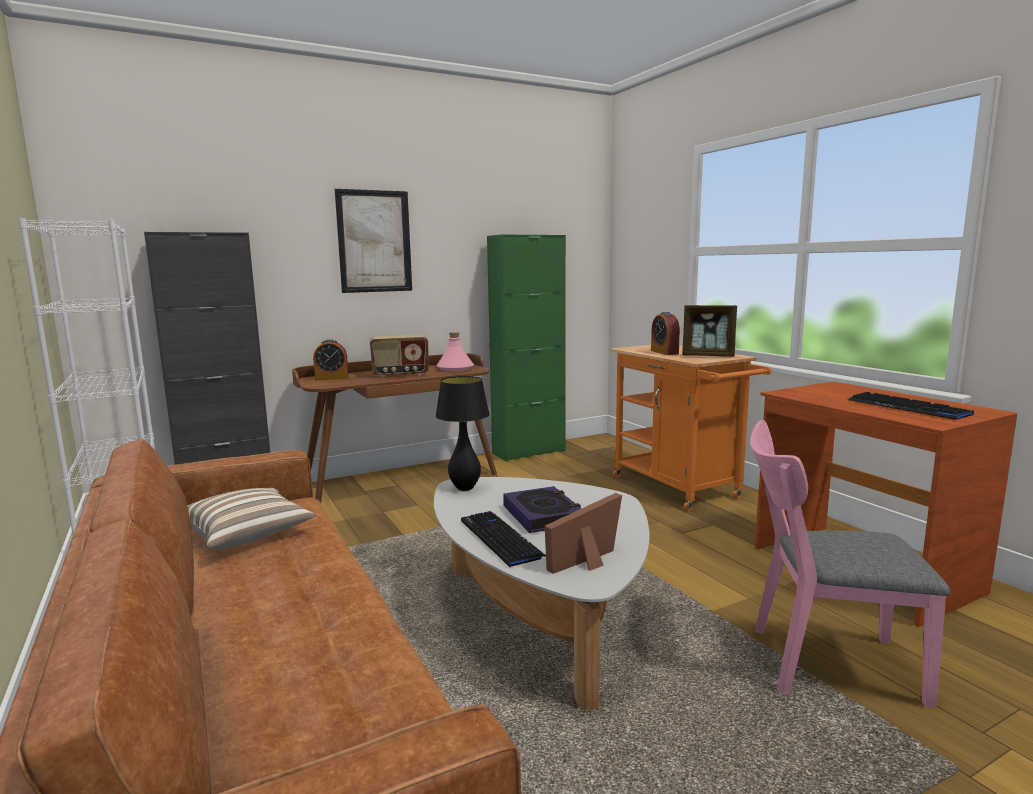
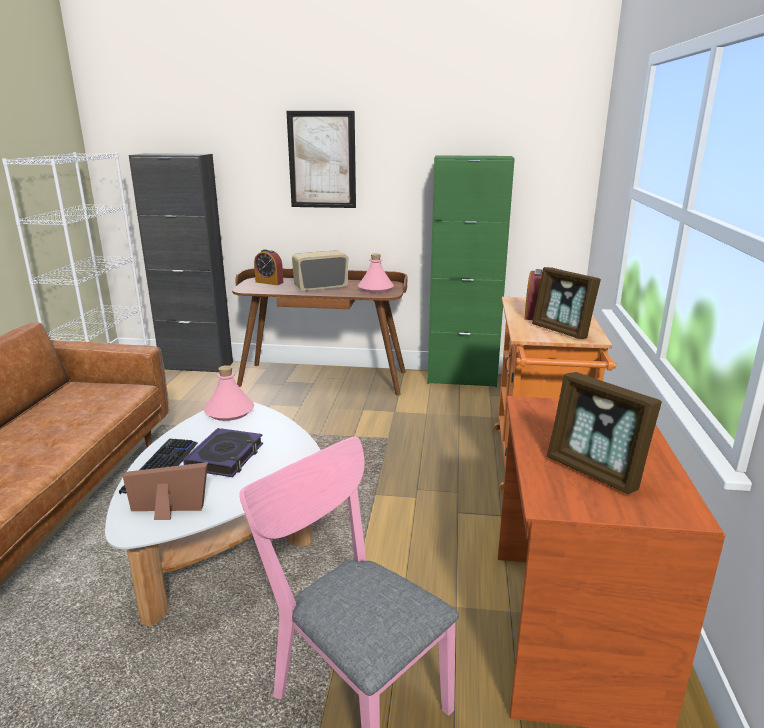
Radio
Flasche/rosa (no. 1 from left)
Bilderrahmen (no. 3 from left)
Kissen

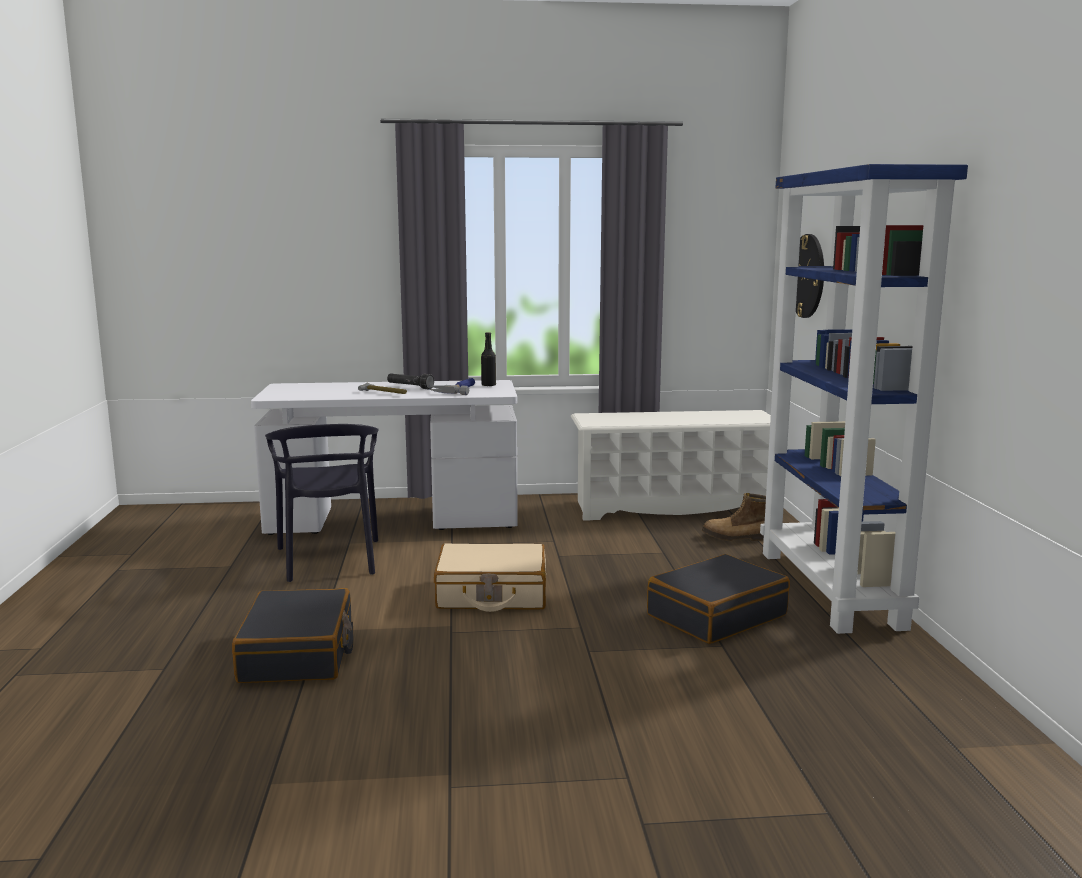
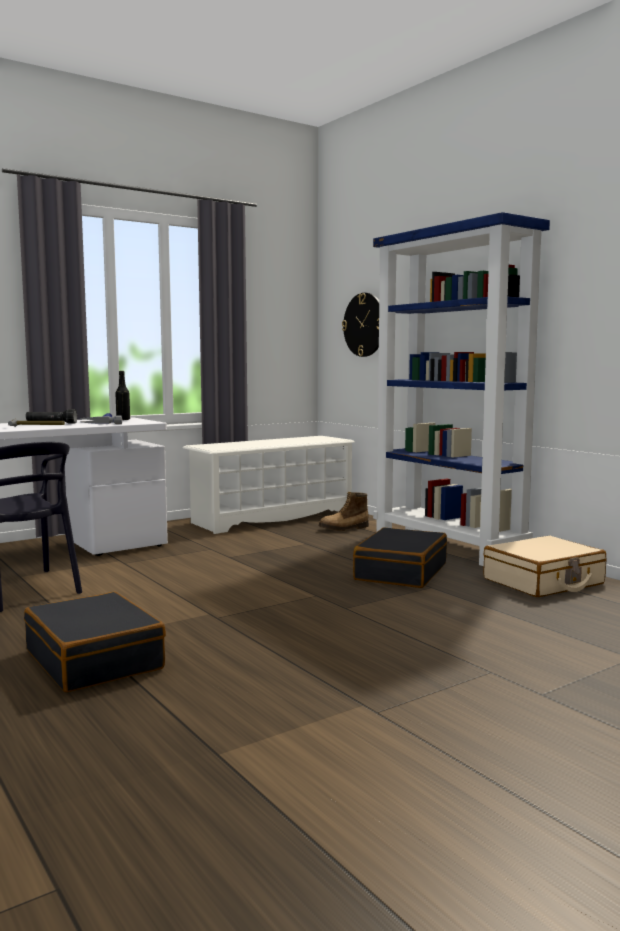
Koffer/beige

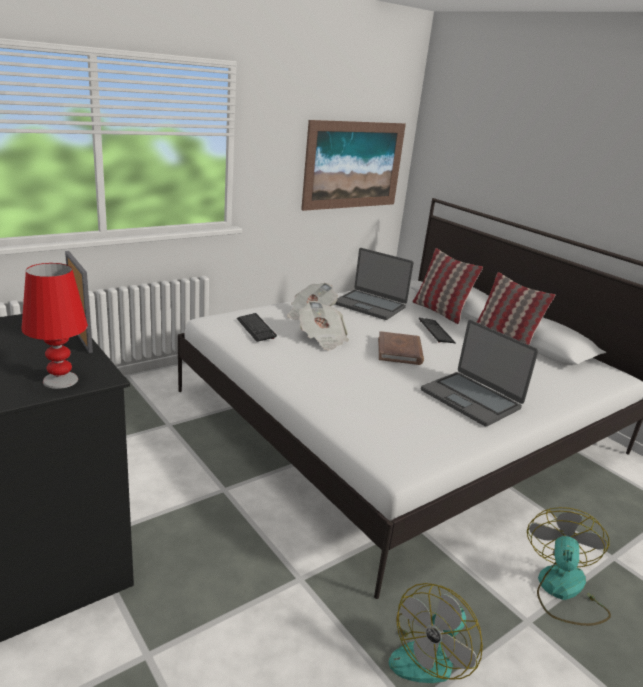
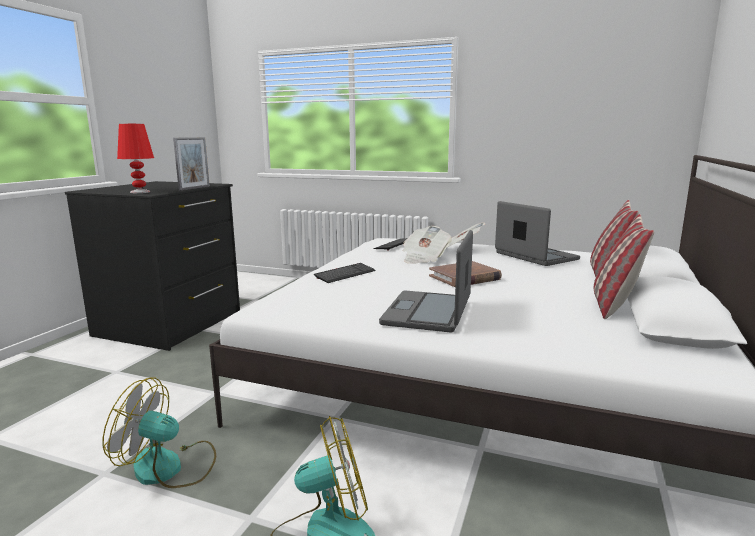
Bild
Laptop (no. 2 from left)
Tastatur (no. 1 from left)

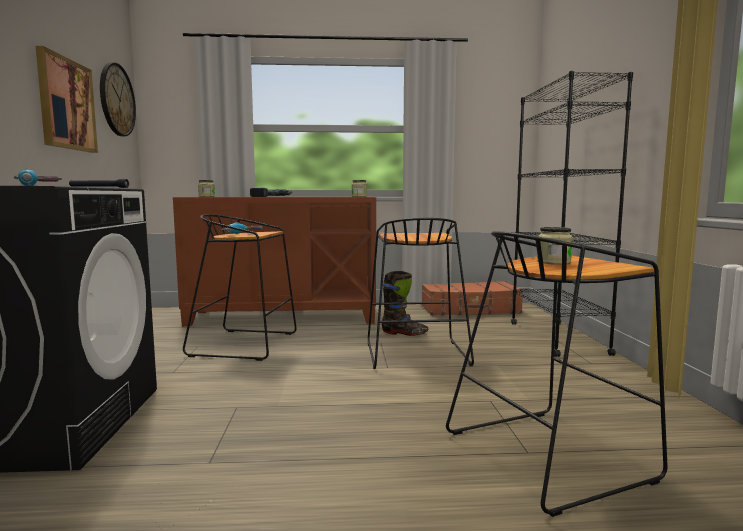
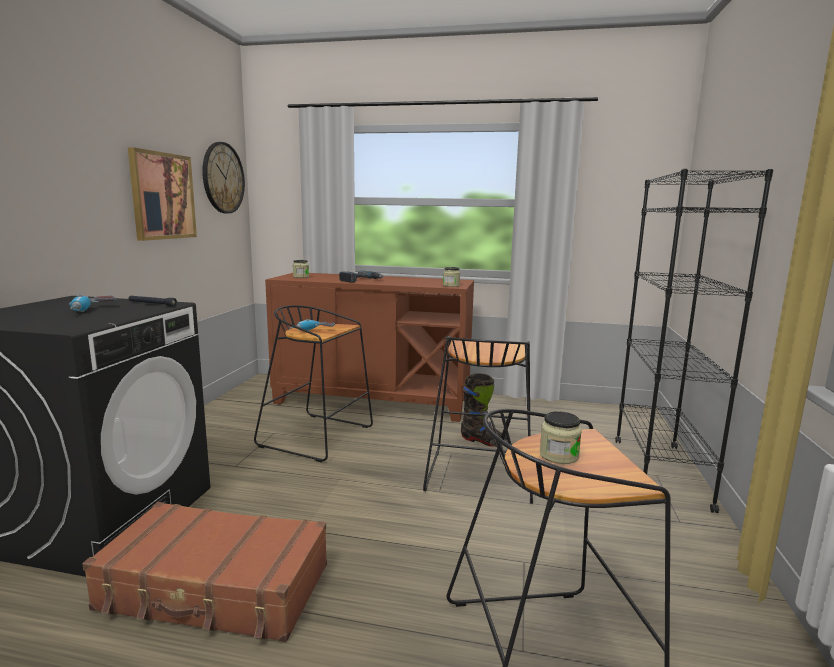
Koffer/braun

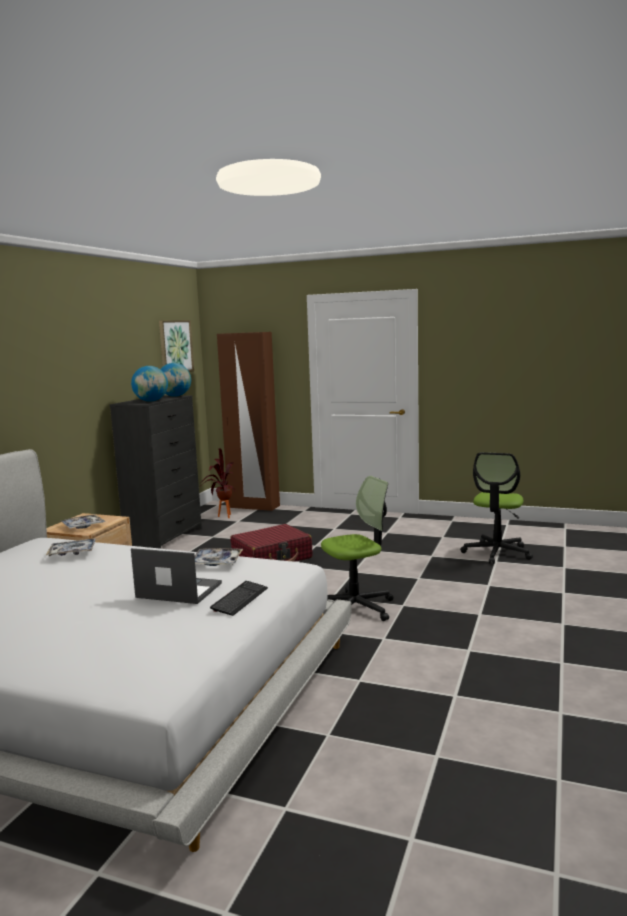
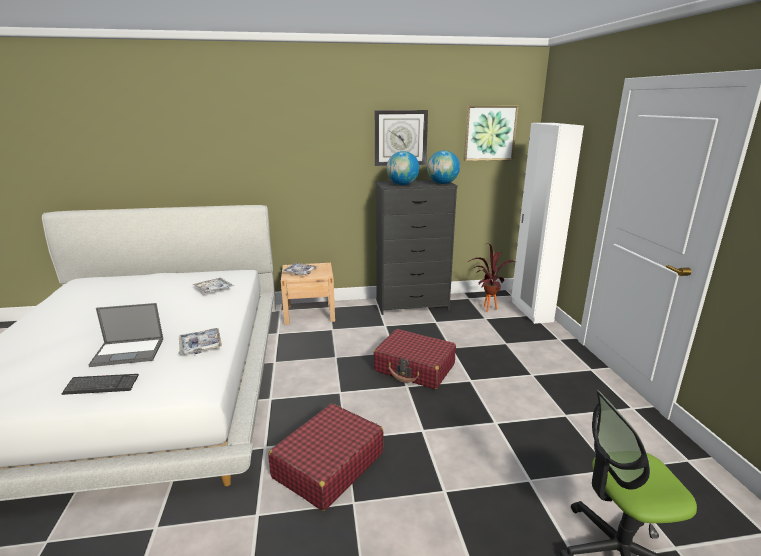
Kleiderschrank/weiß
Koffer/rot (no. 1 from left)
Laptop
Wanduhr

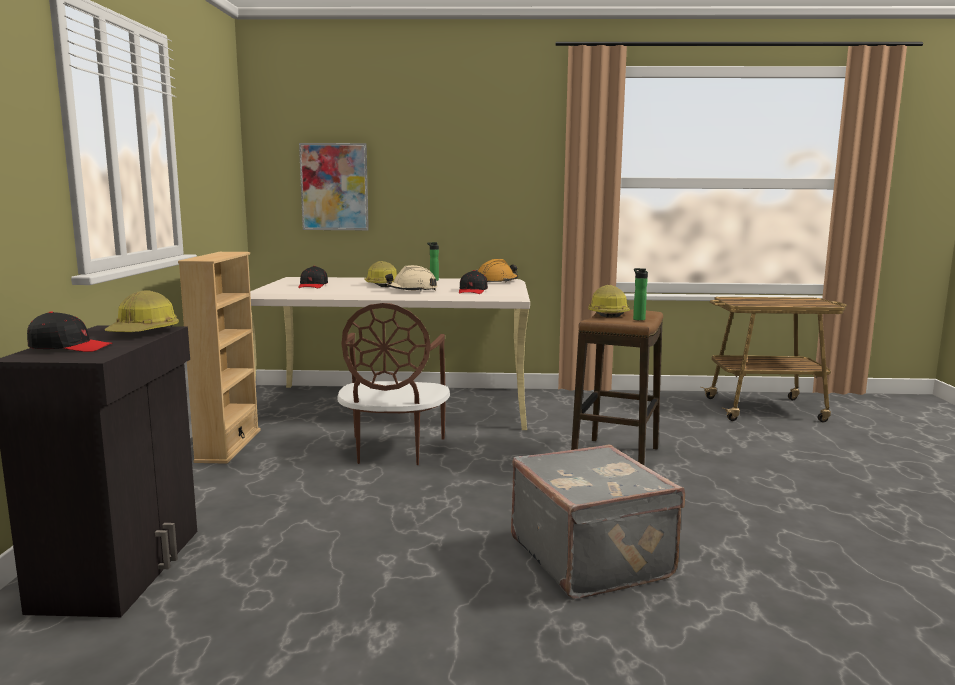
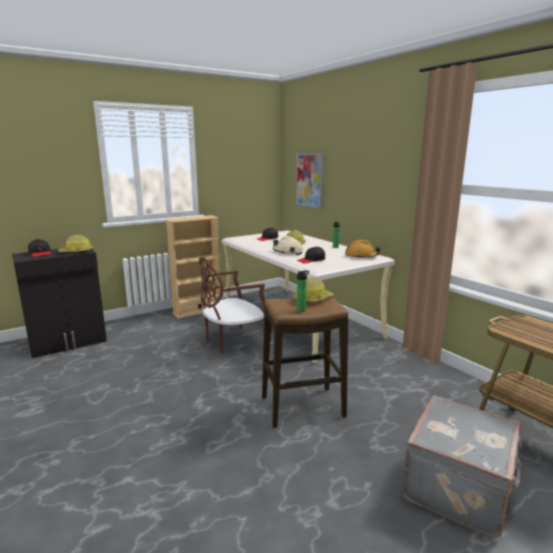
Koffer/grau

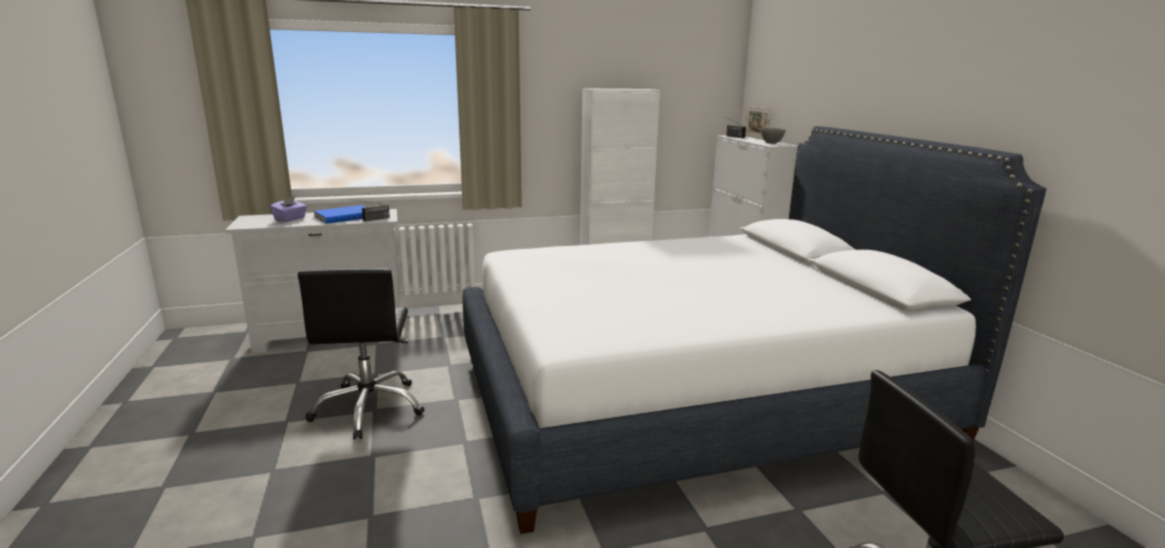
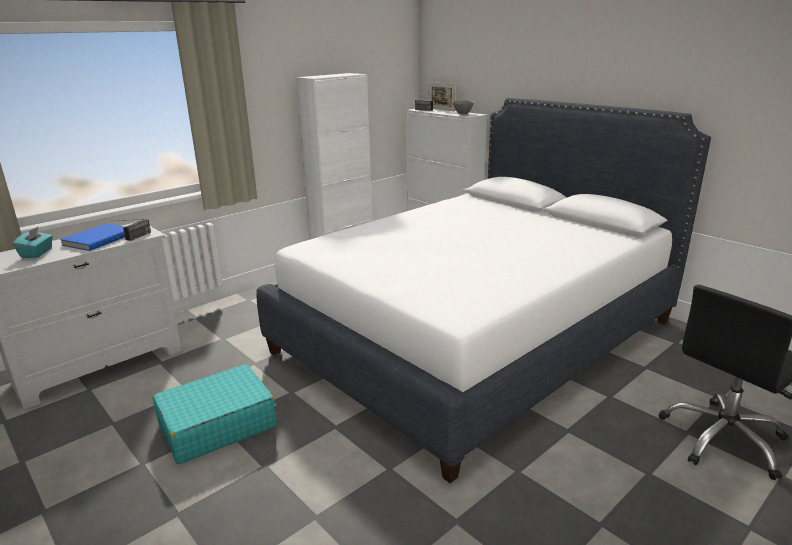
Taschentuchbox/türkis
Koffer/türkis

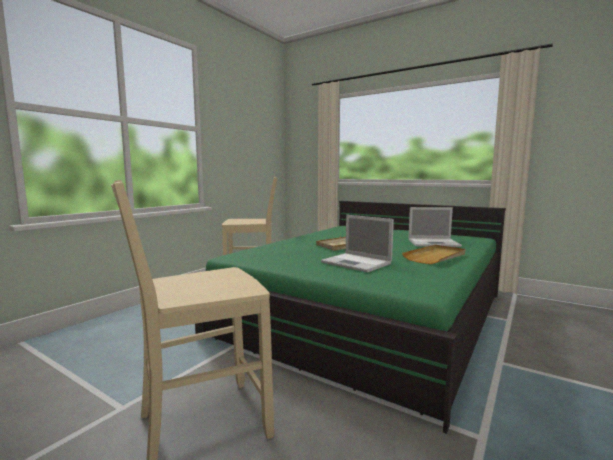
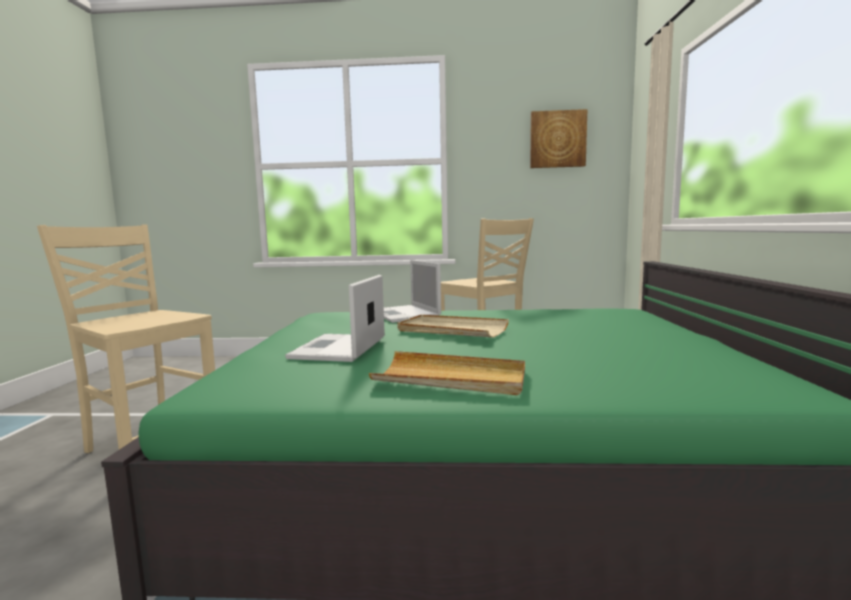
Laptop (no. 2 from left)
Bild

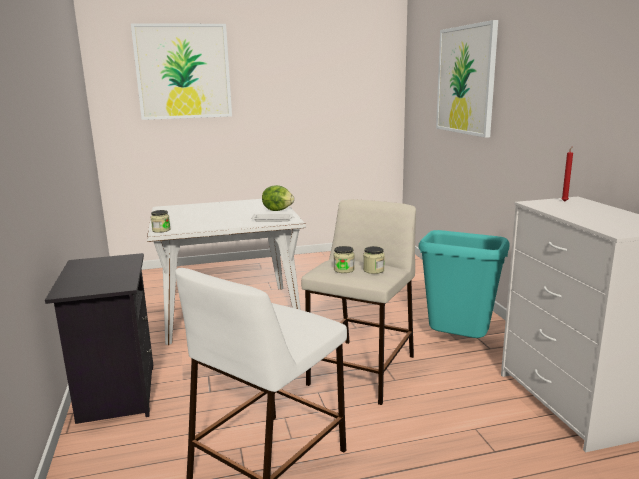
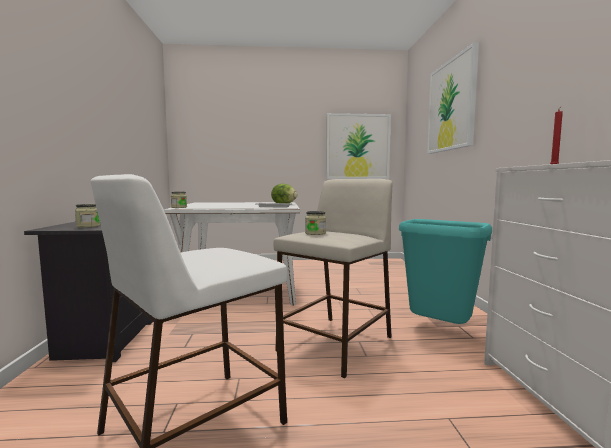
Bild (no. 1 from left)
Vorratsglas (no. 1 from left)

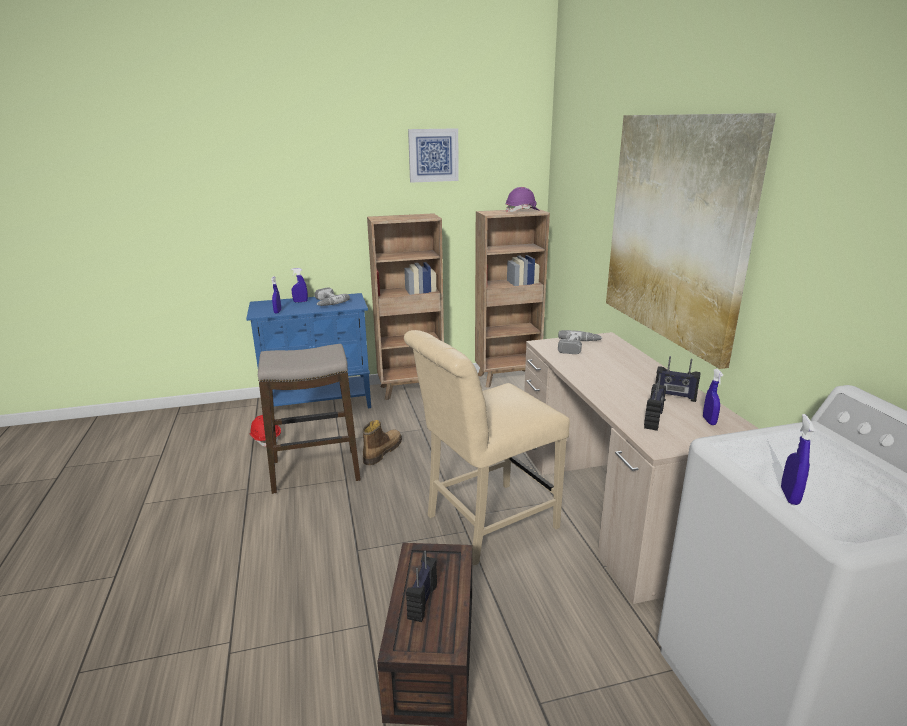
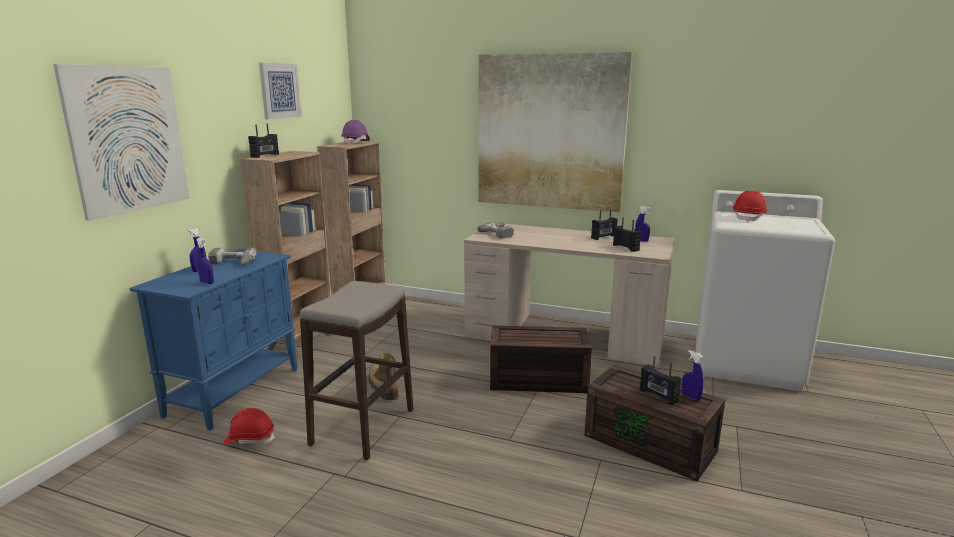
Aufbewahrungsbox/braun (no. 1 from left)
Sprühflasche/blau (no. 4 from left)
Bild (no. 1 from left)
Radio (no. 1 from left)
Schutzhelm/rot (no. 2 from left)

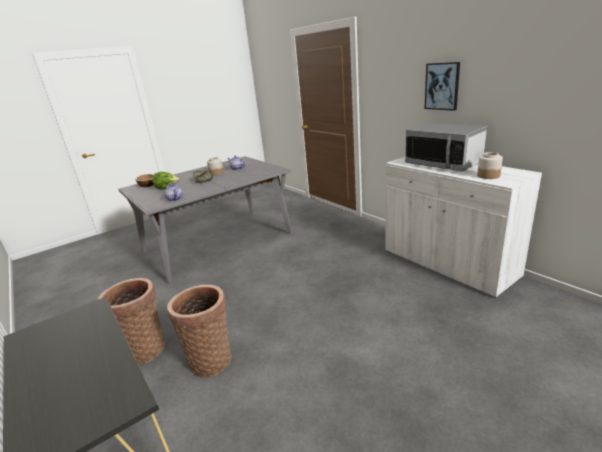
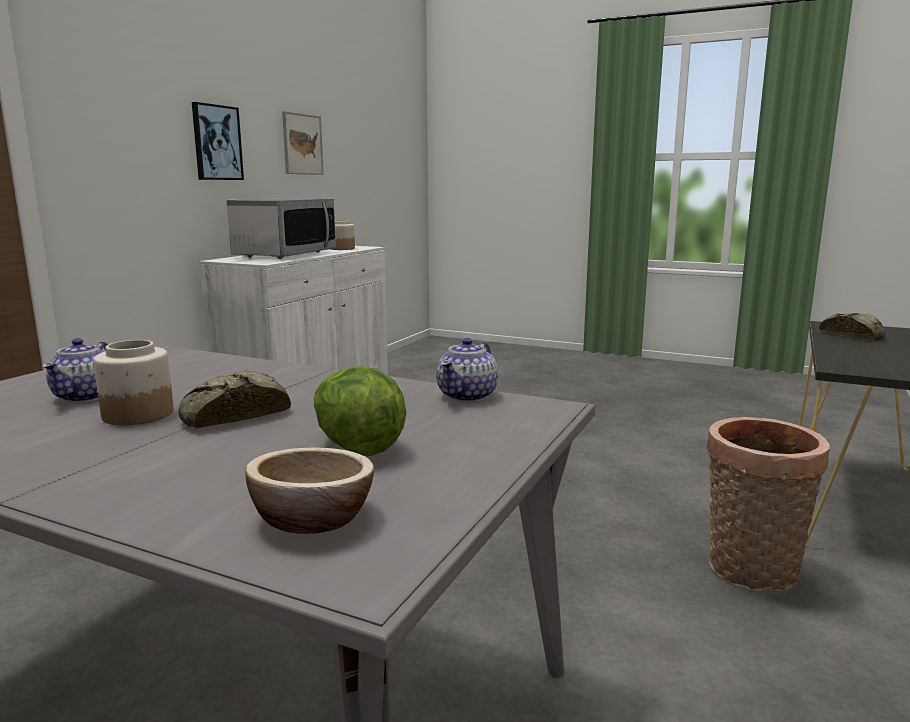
Korb (no. 2 from left in the first image)
Bild (no. 2 from left)
Brot (no. 2 from left)

